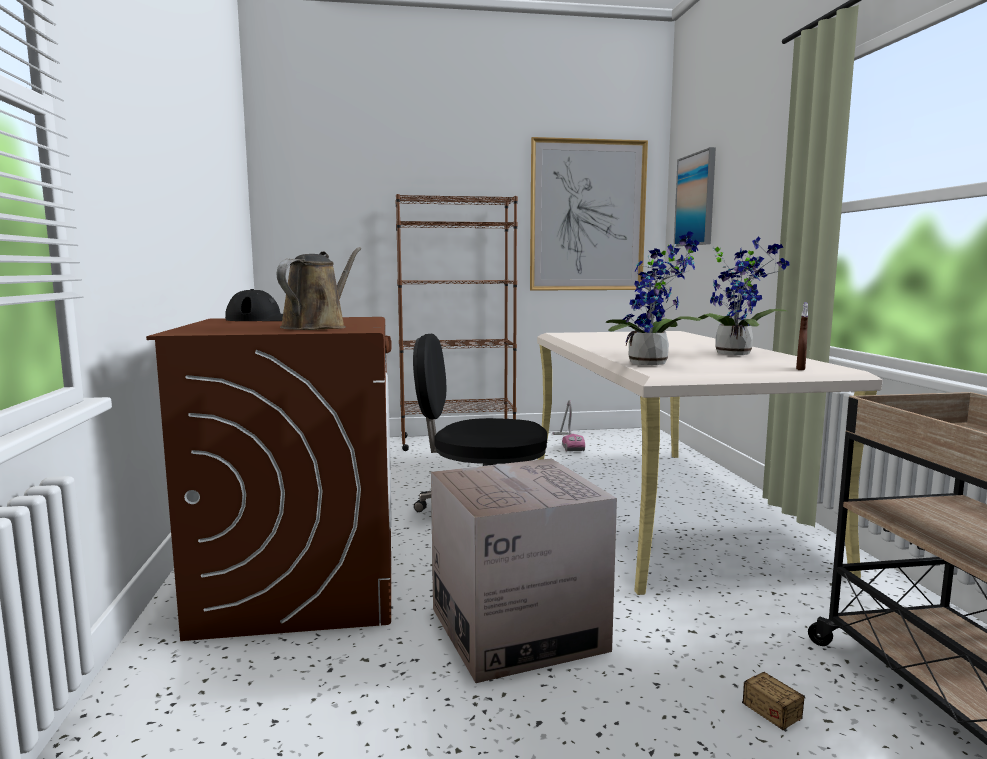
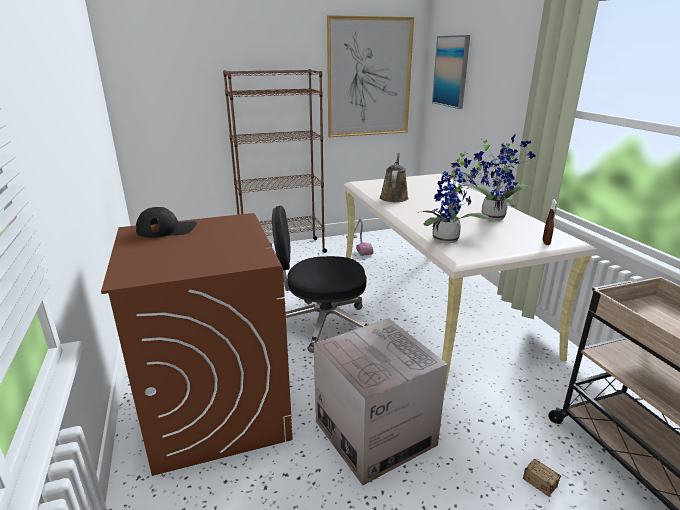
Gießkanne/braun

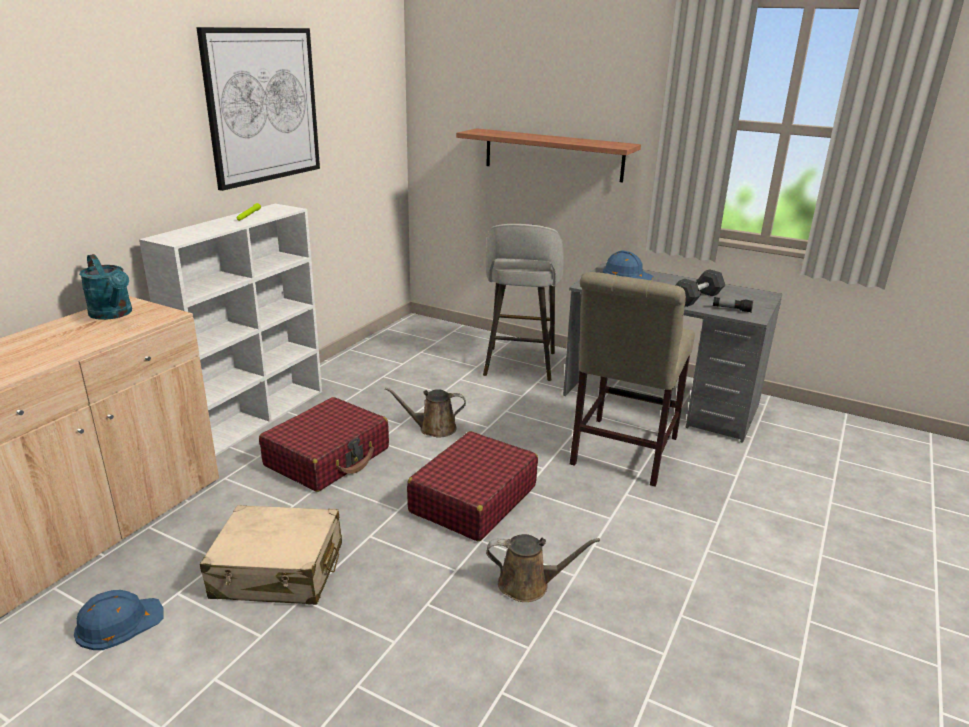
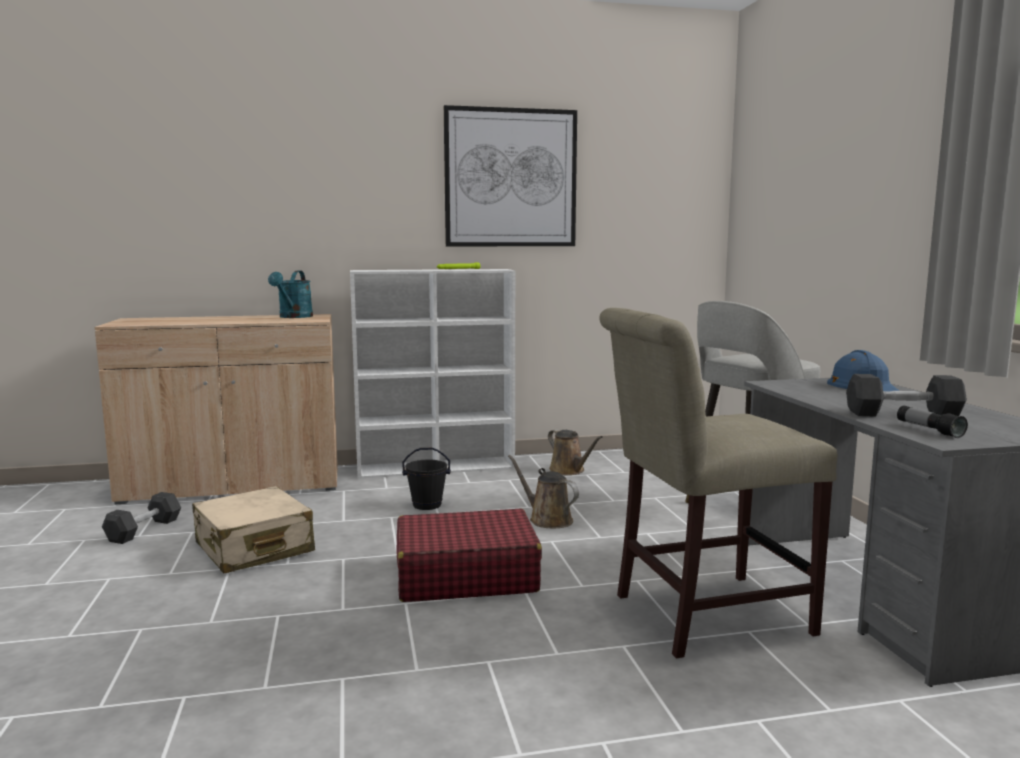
Wandregal
Eimer/schwarz
Gießkanne/braun (no. 2 from left)
Hantel/grau (no. 1 from left)

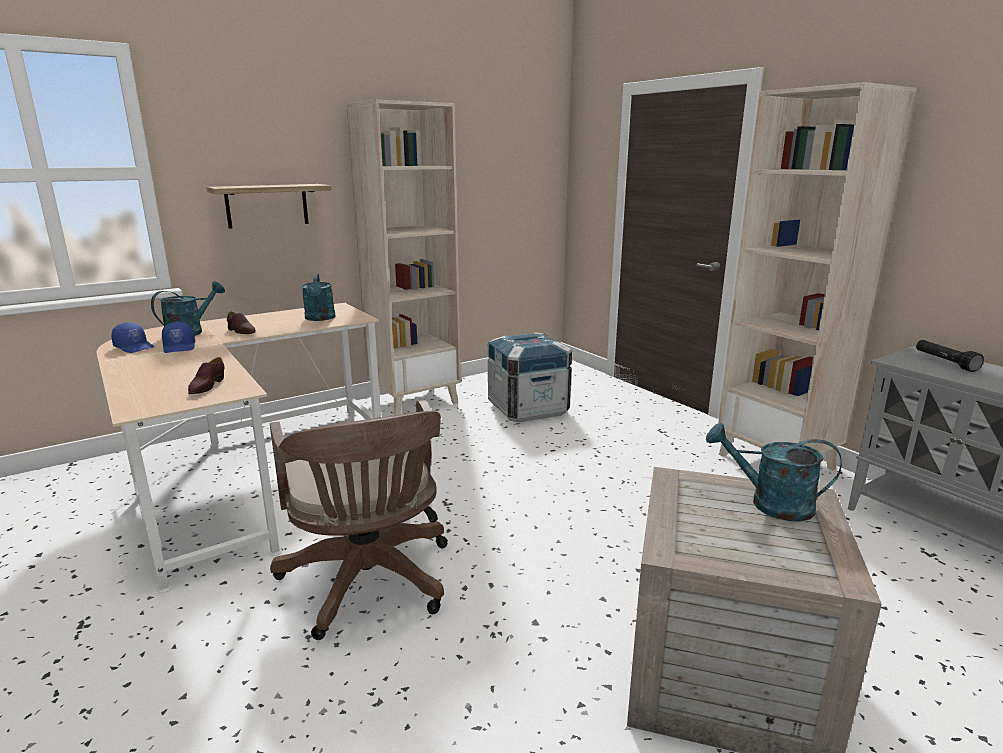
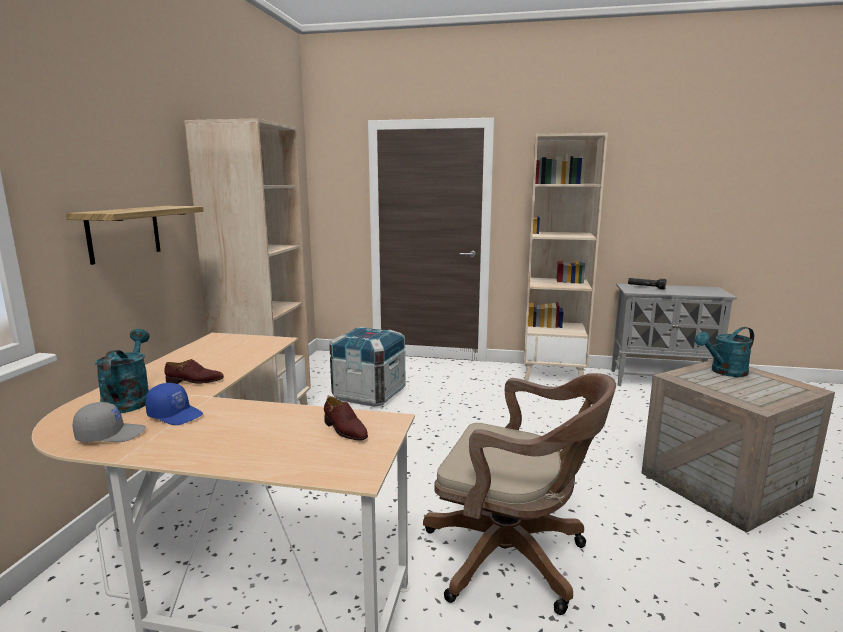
Gießkanne/türkis (no. 2 from left in the first image)
Kappe/grau

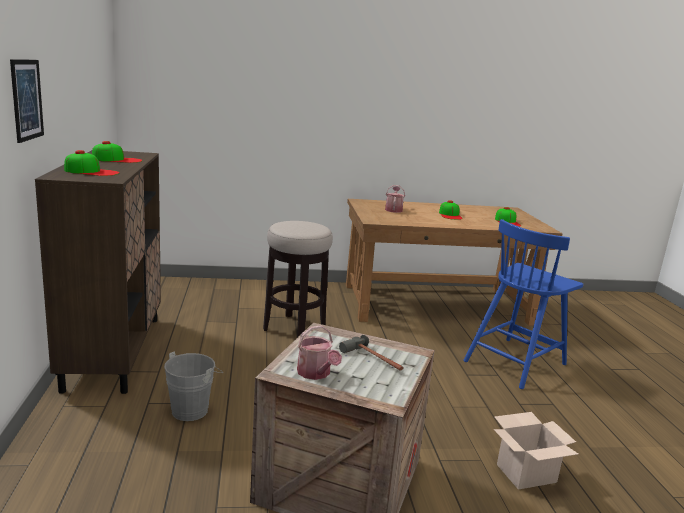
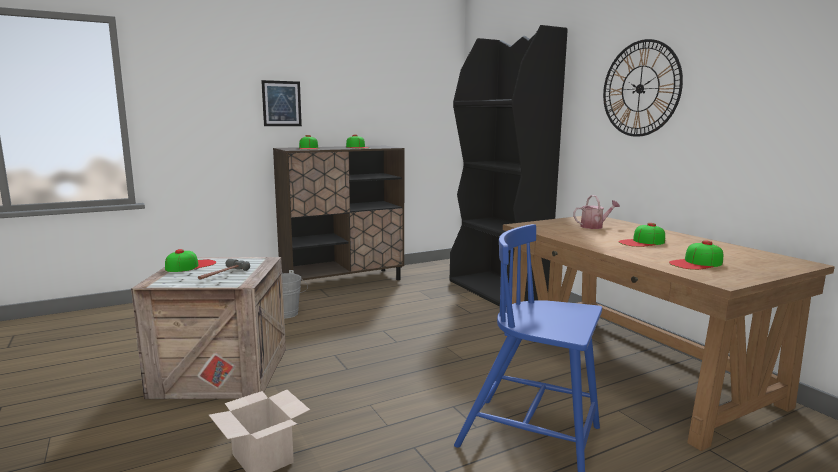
Hocker
Kappe (no. 1 from left)
Bücherregal/schwarz
Wanduhr

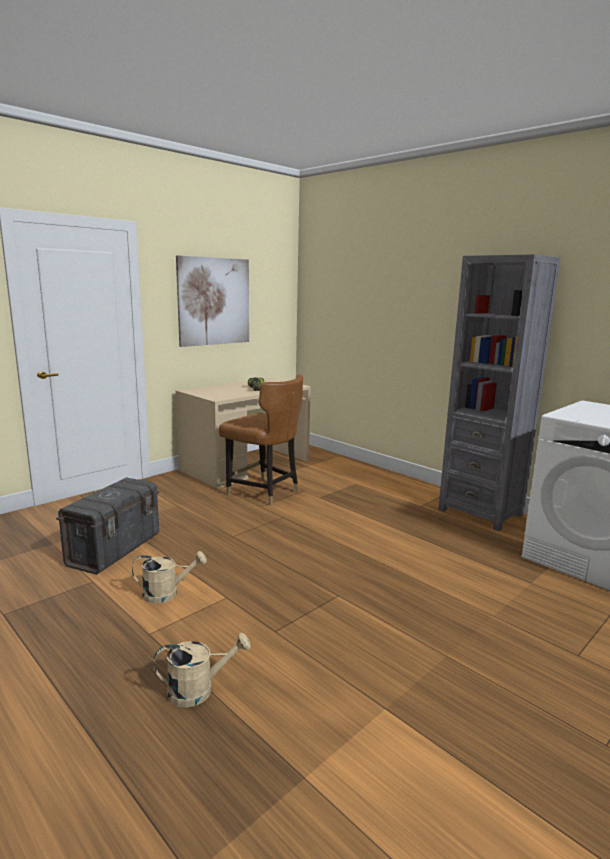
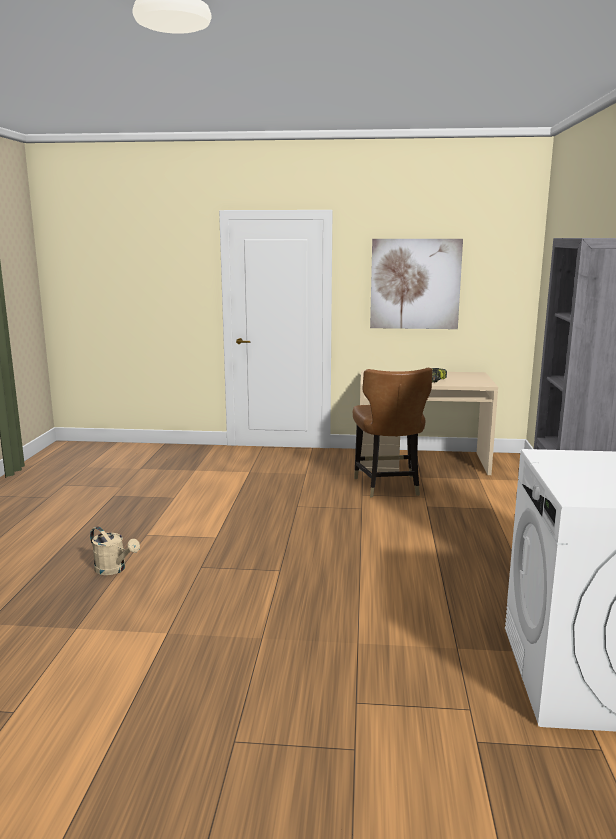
Aufbewahrungsbox/grau
Gießkanne/beige (no. 1 from left in the first image)

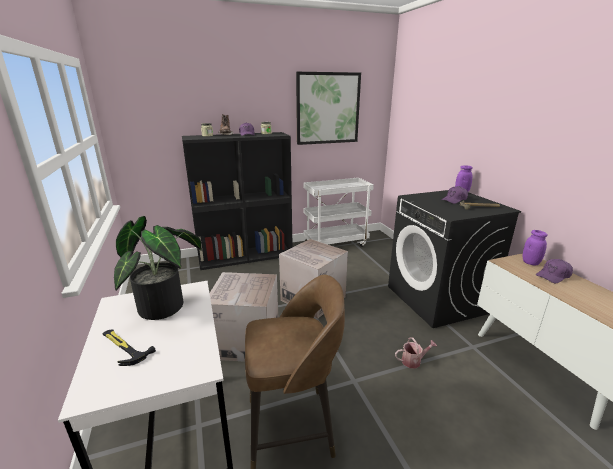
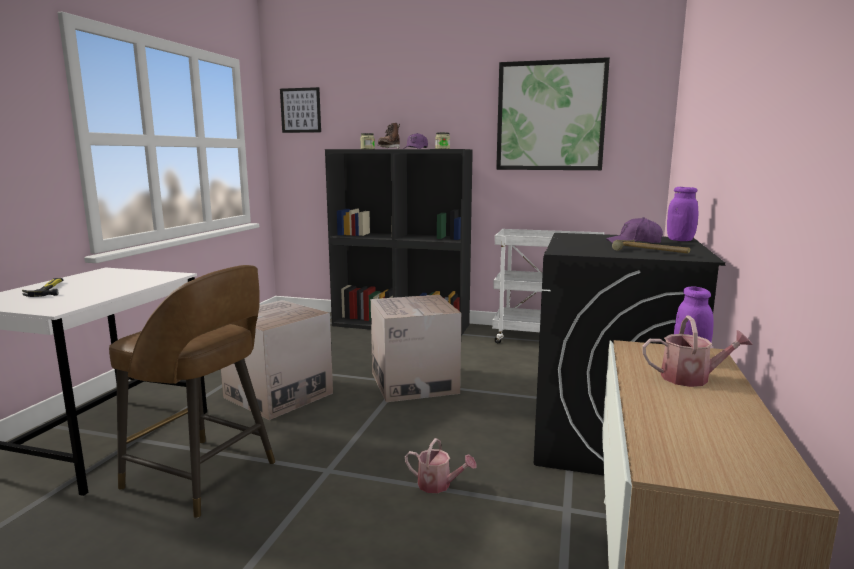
Topfpflanze
Gießkanne (no. 2 from left)
Bild (no. 1 from left)

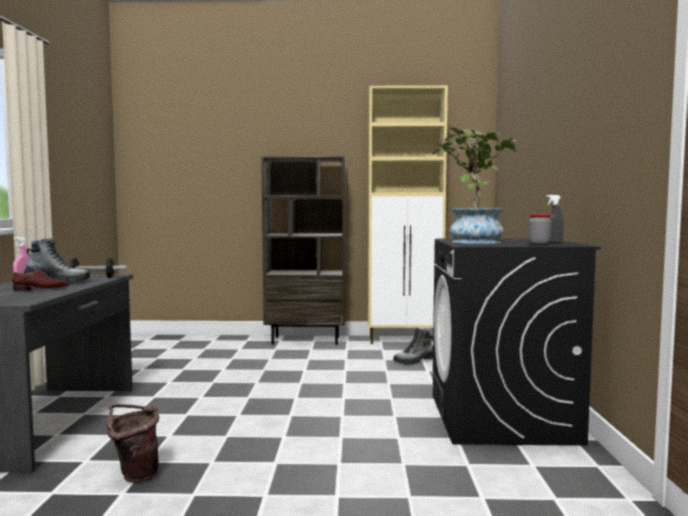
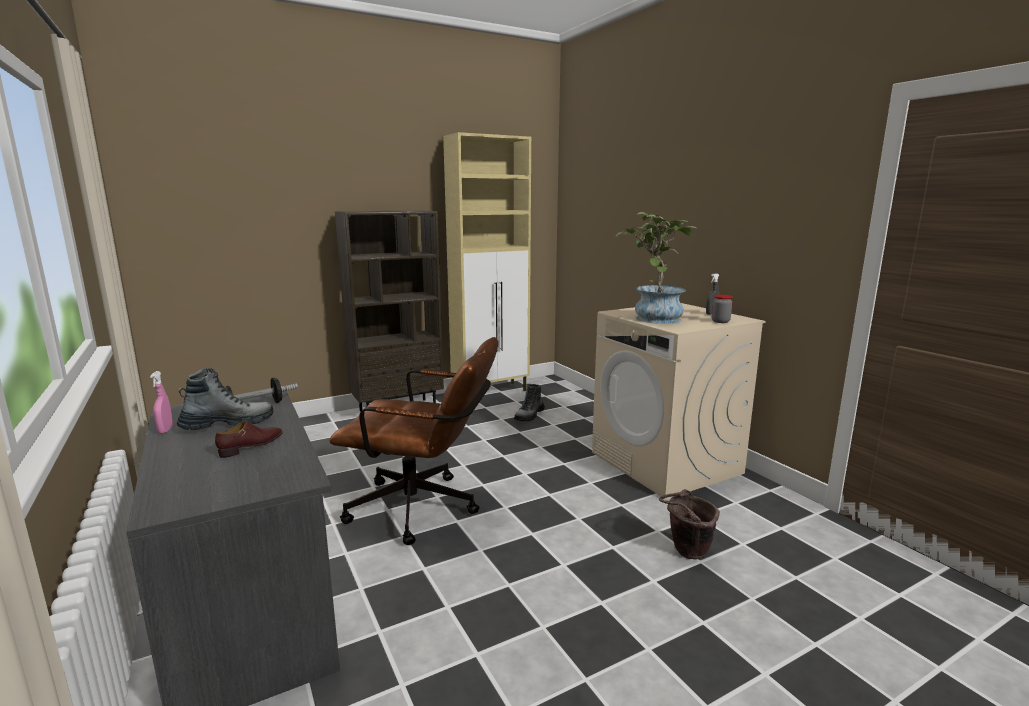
Waschmaschine/beige
Eimer/braun
Bürostuhl/braun

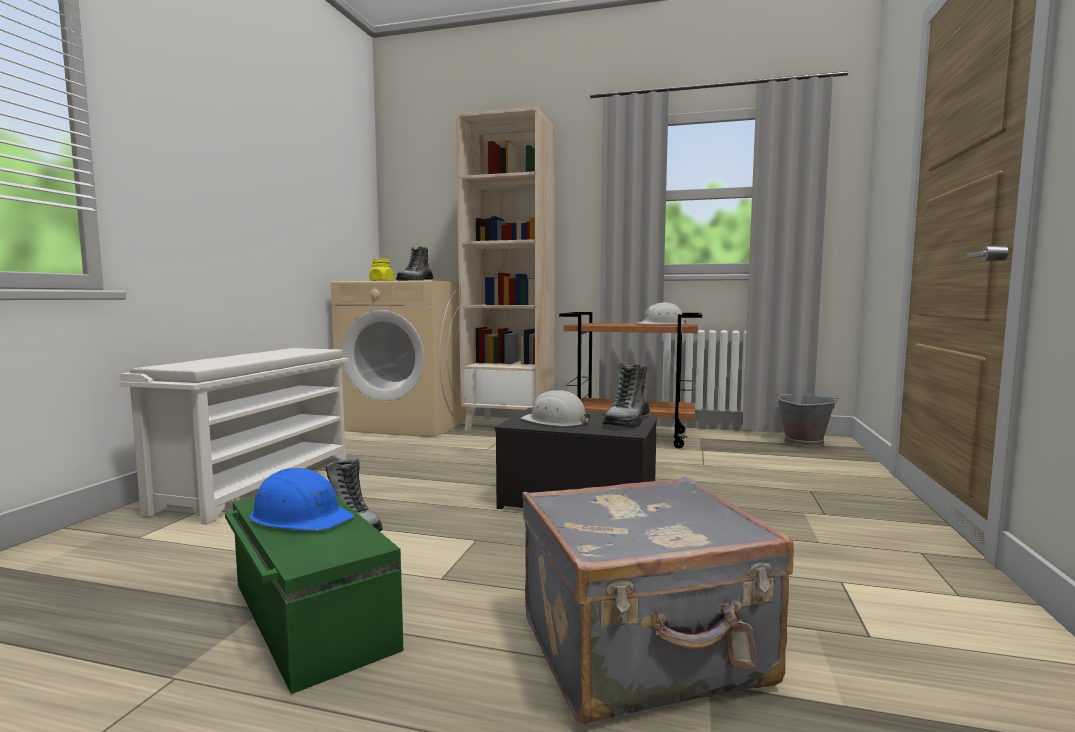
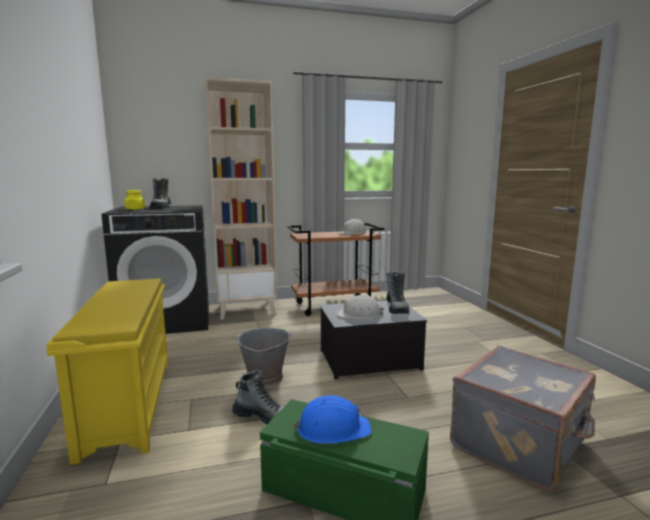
Waschmaschine/schwarz
Schuhregal/gelb
Eimer/grau

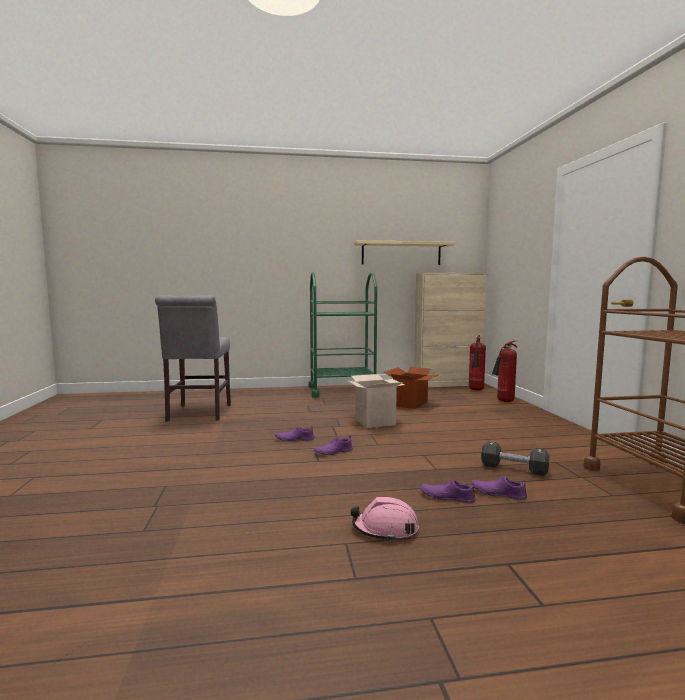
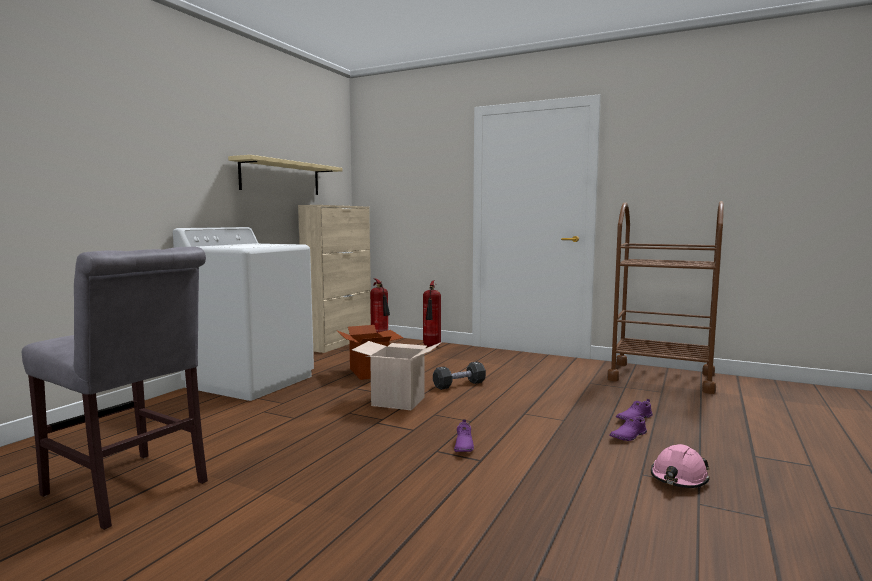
Waschmaschine/weiß
Schuh/lila (no. 1 from left in the first image)
Hantel/schwarz

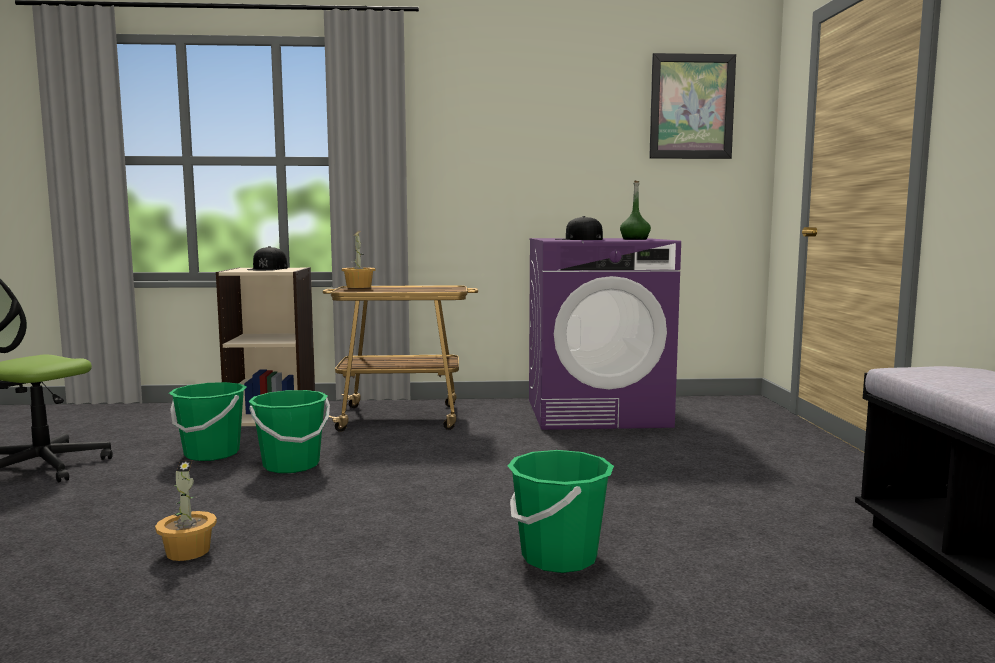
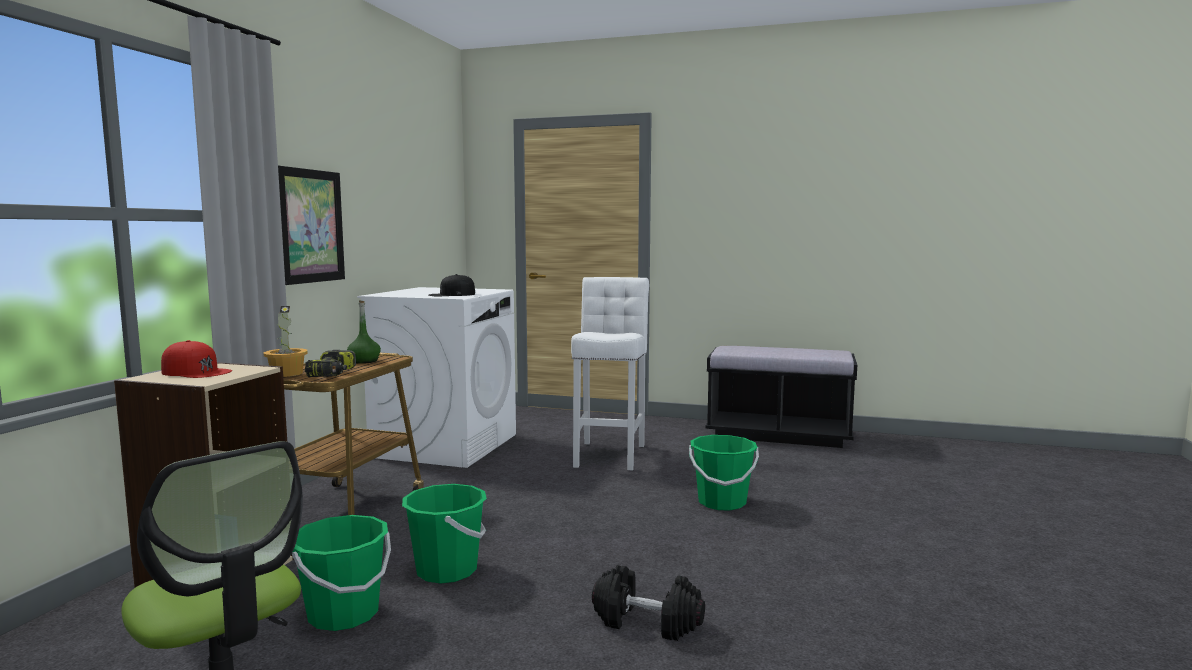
Bild
Flasche/grün
Waschmaschine/weiß
Kappe/rot
Hantel/schwarz
Hocker/weiß
Bohrmaschine

